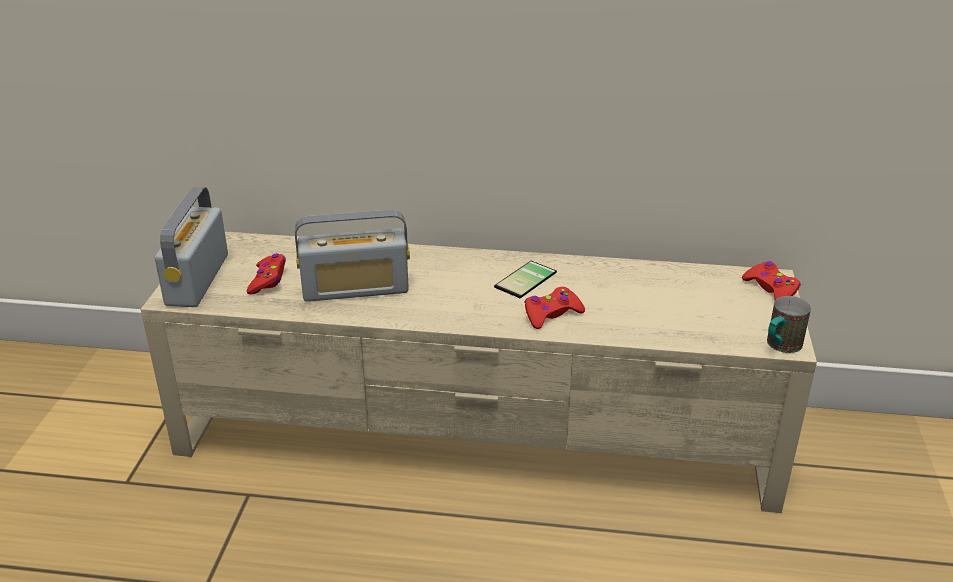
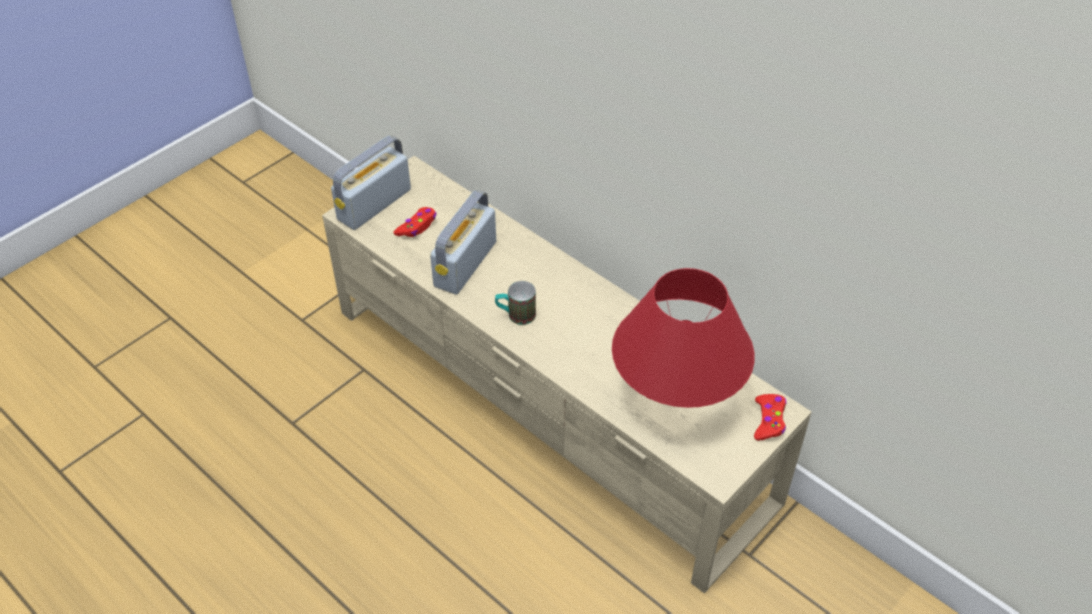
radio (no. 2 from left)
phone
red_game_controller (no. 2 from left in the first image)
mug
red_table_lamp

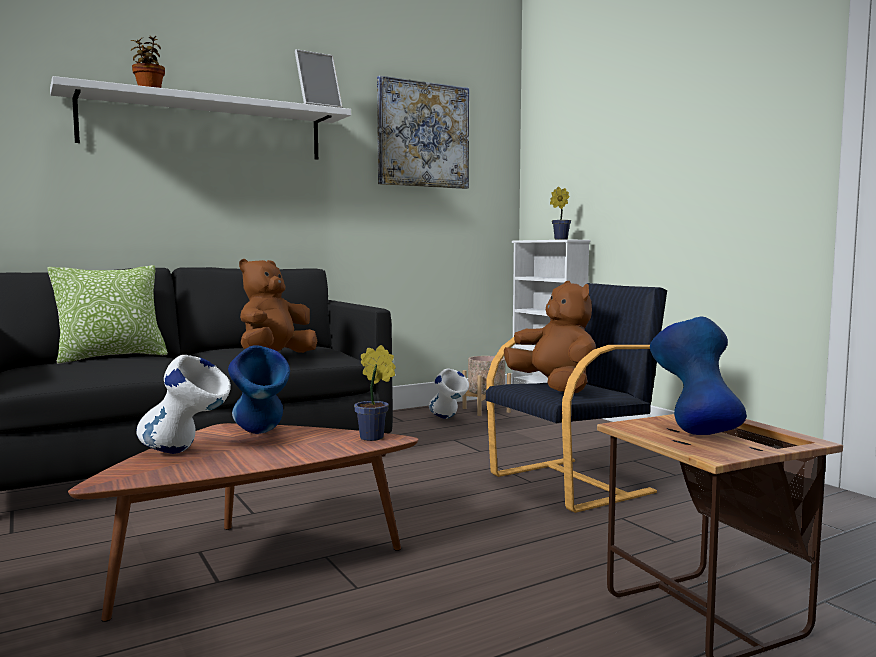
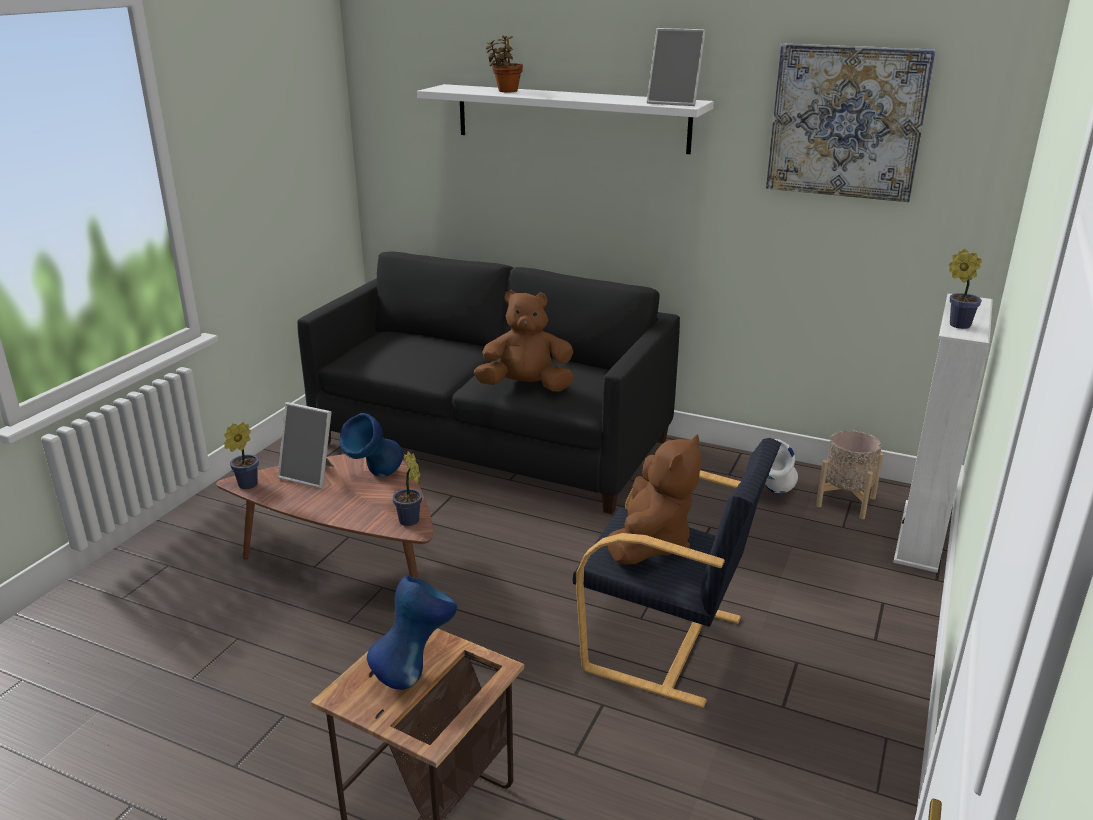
pillow
picture_frame (no. 1 from left)
potted_plant (no. 1 from left)

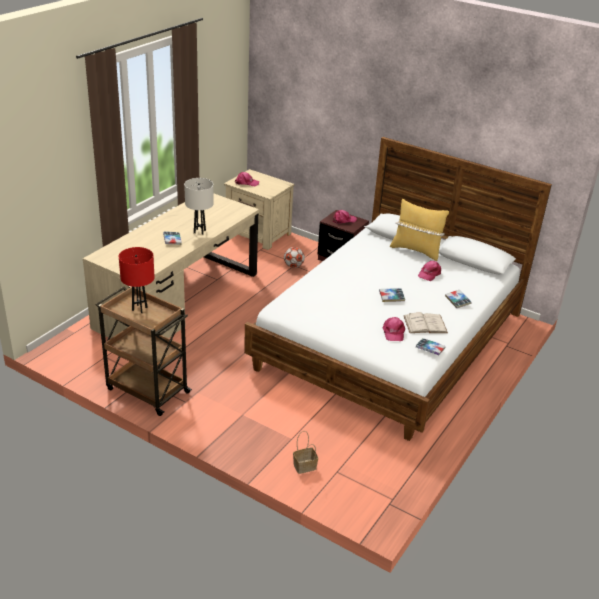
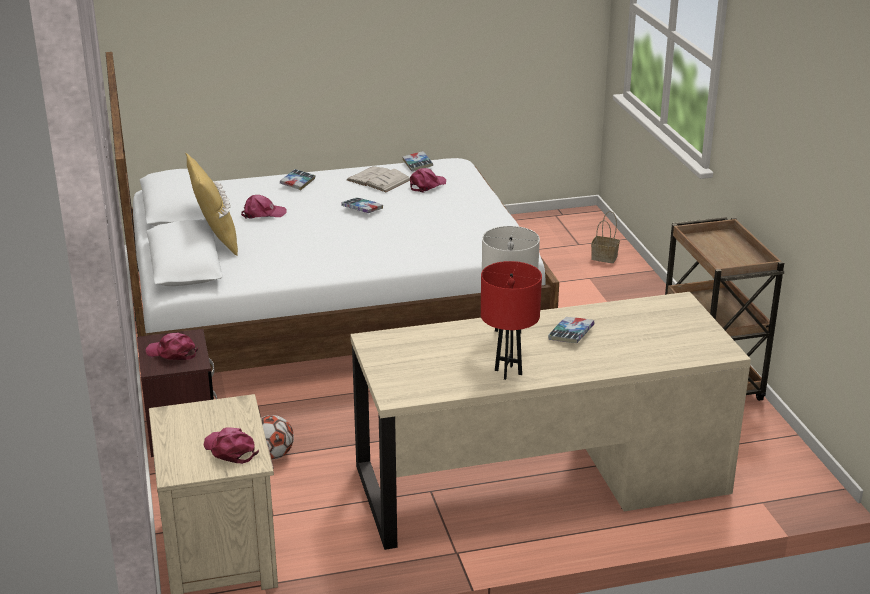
red_table_lamp

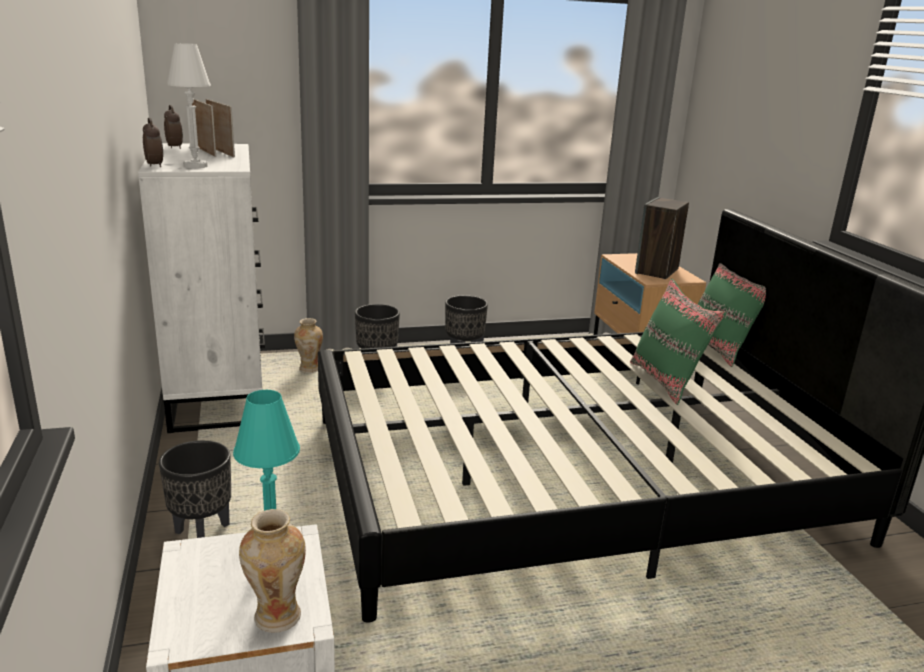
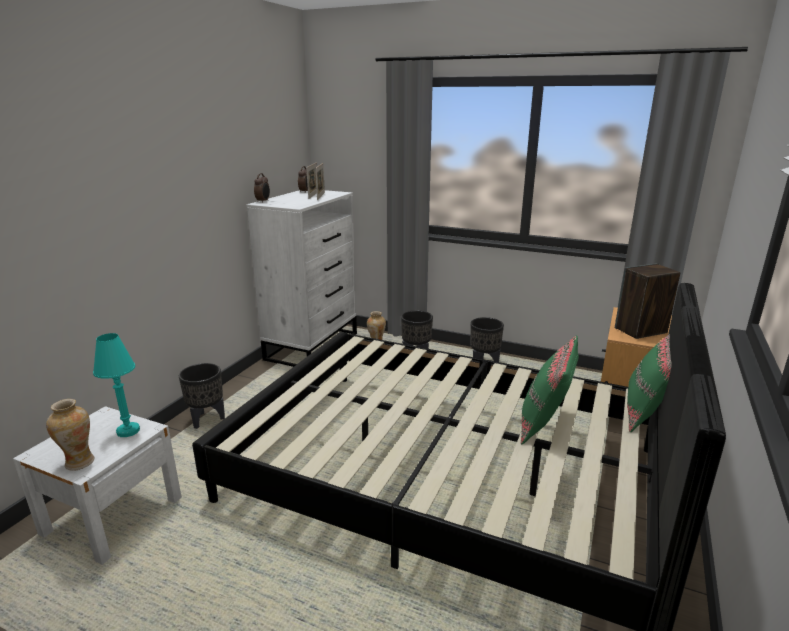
white_table_lamp

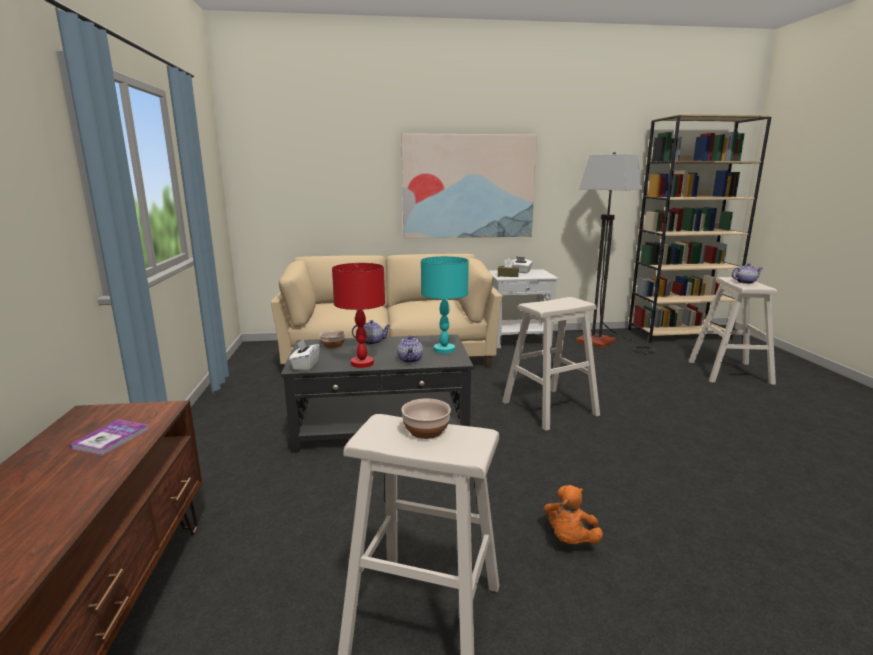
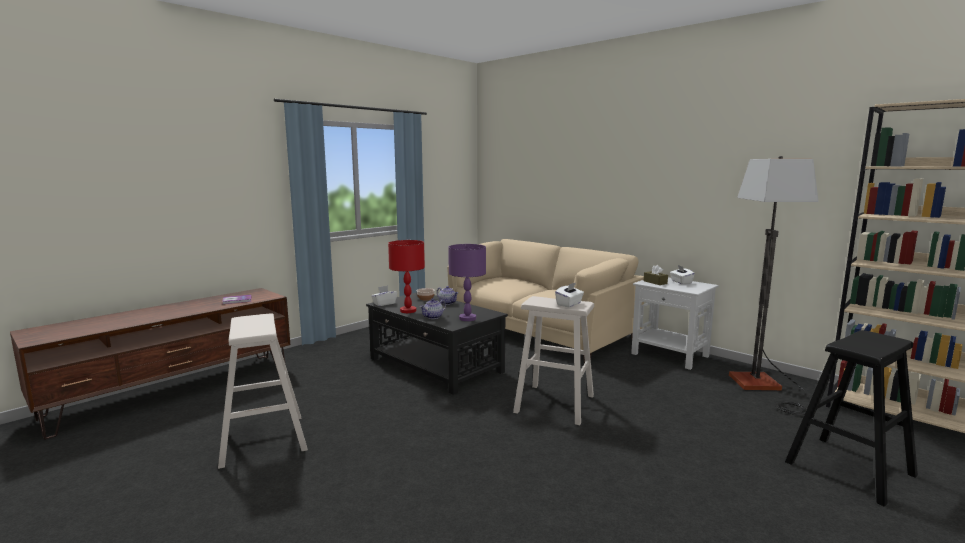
picture
bowl (no. 2 from left in the first image)
purple_table_lamp
orange_plush_toy
black_stool
teapot (no. 3 from left in the first image)
white_tissue_box (no. 2 from left)

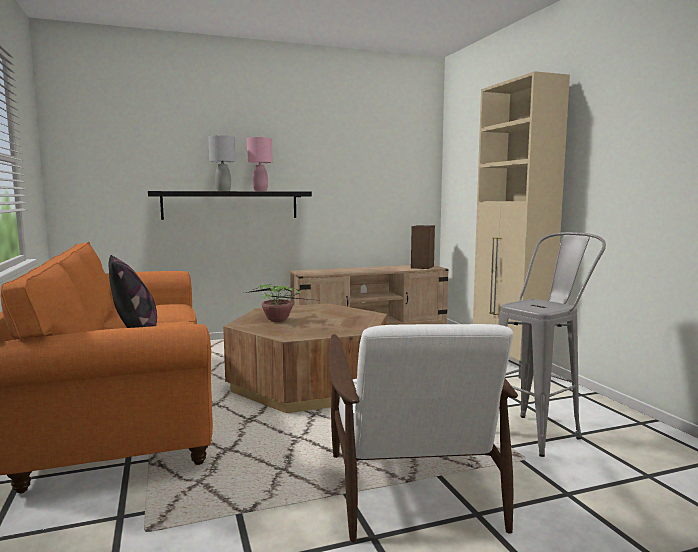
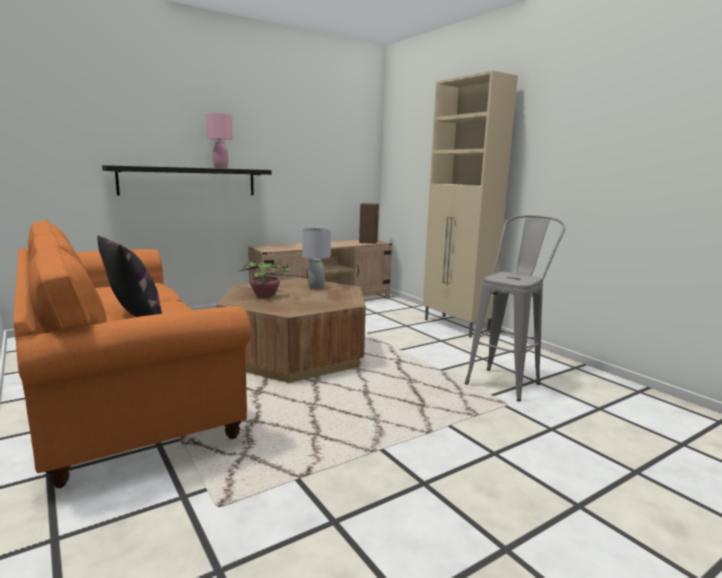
grey_table_lamp
white_armchair

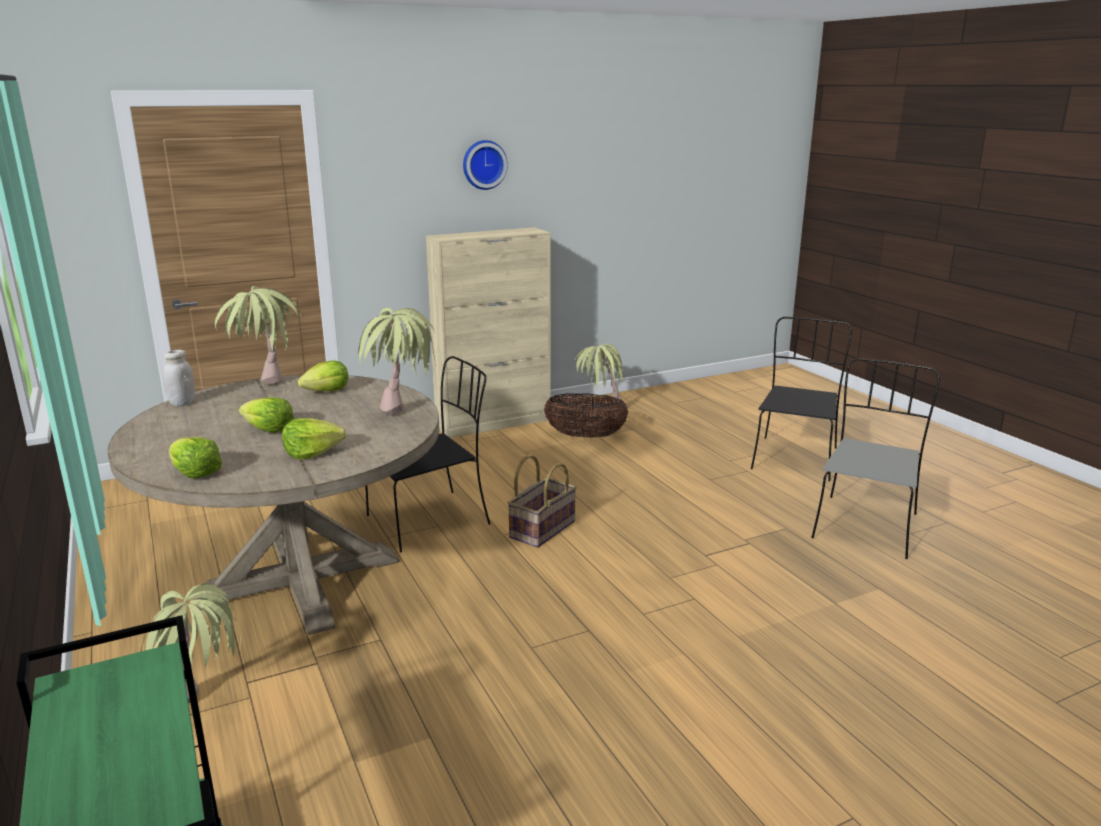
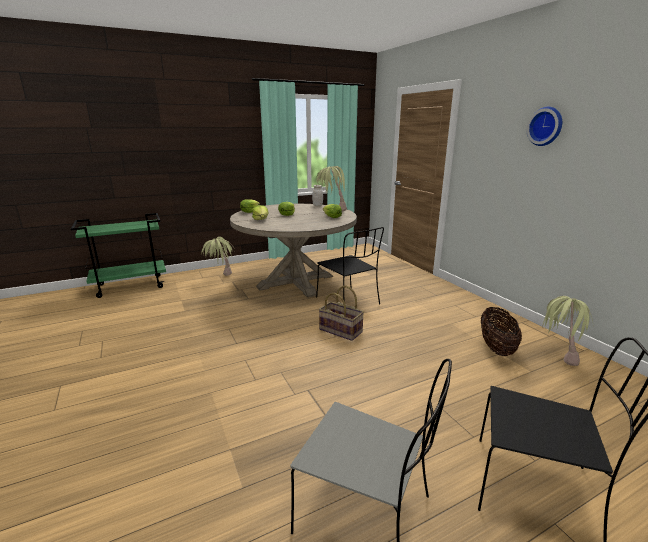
potted_plant (no. 3 from left in the first image)
beige_cabinet

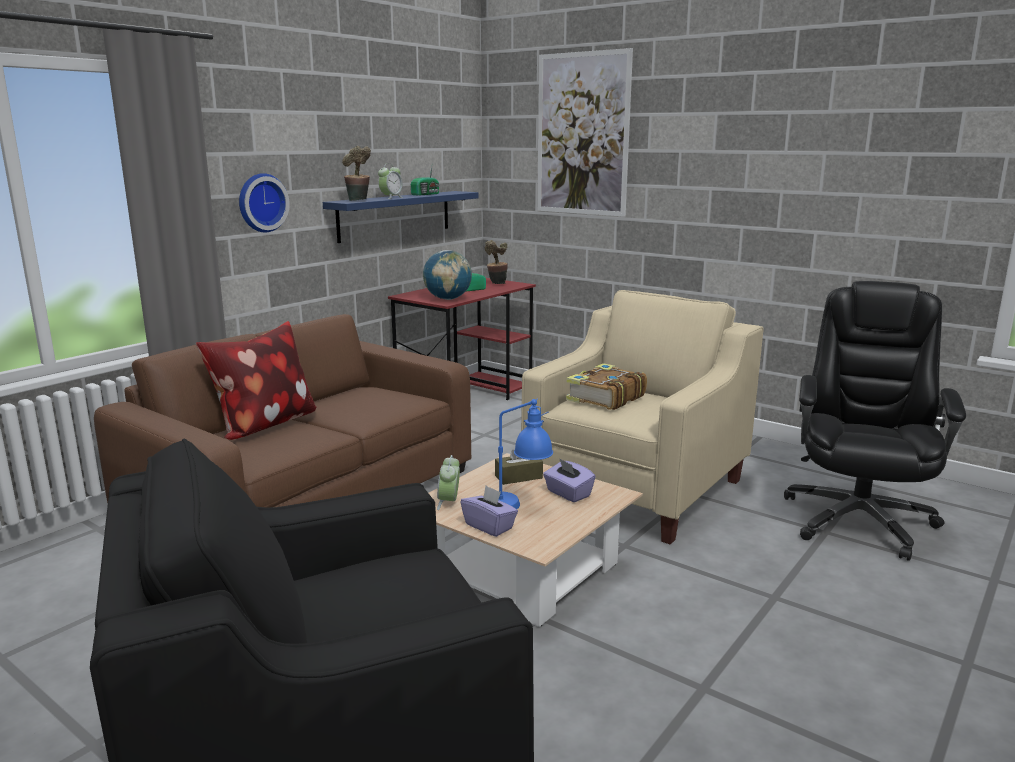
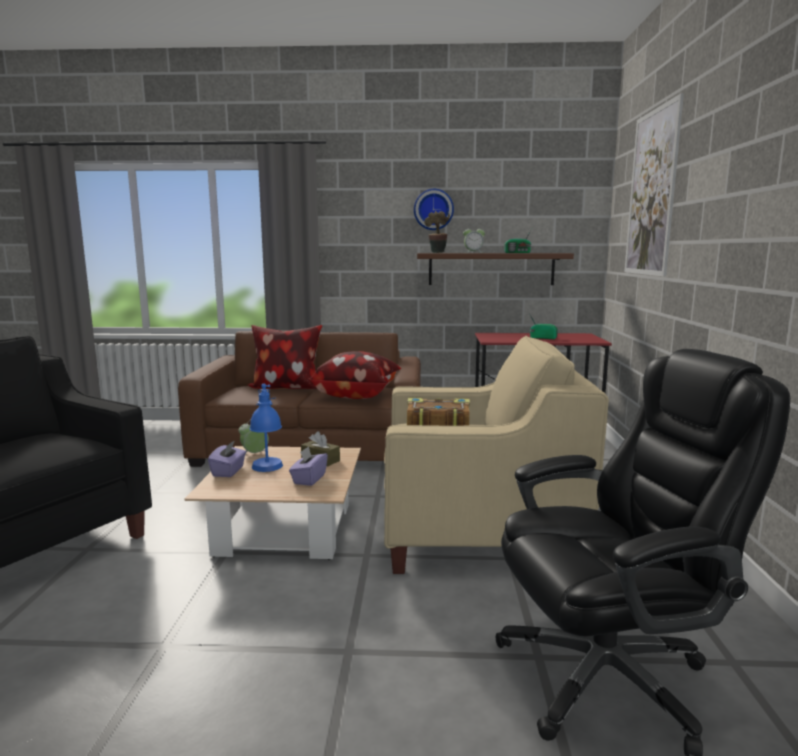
wall_clock
brown_shelf
globe
potted_plant (no. 2 from left in the first image)
pillow (no. 2 from left)

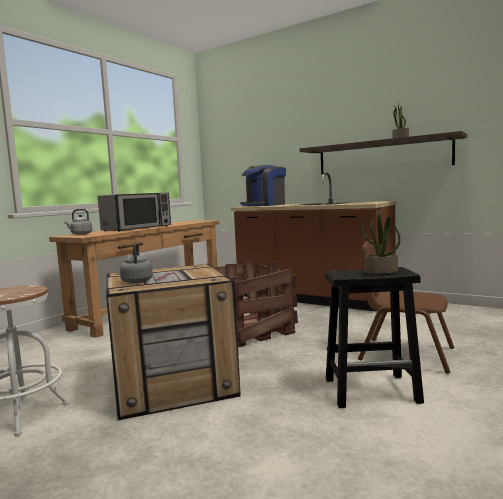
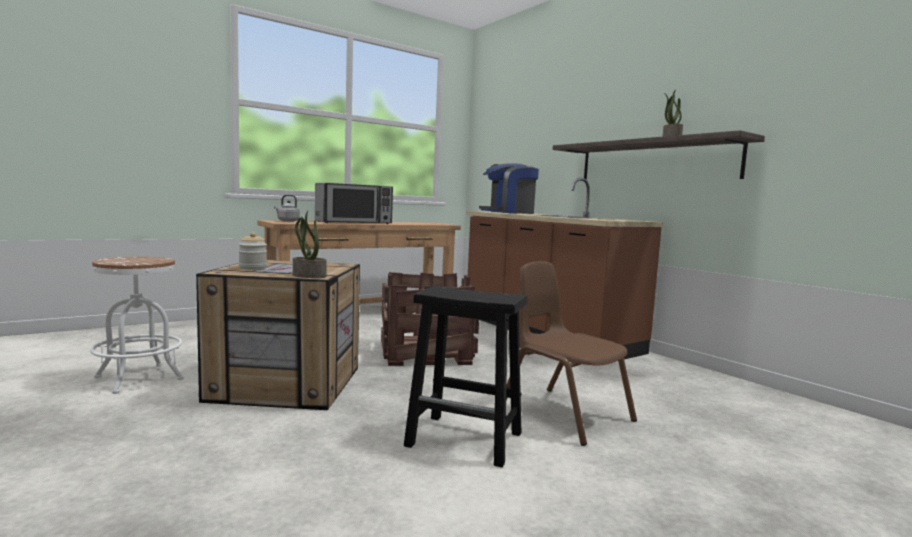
jar
potted_plant (no. 1 from left)

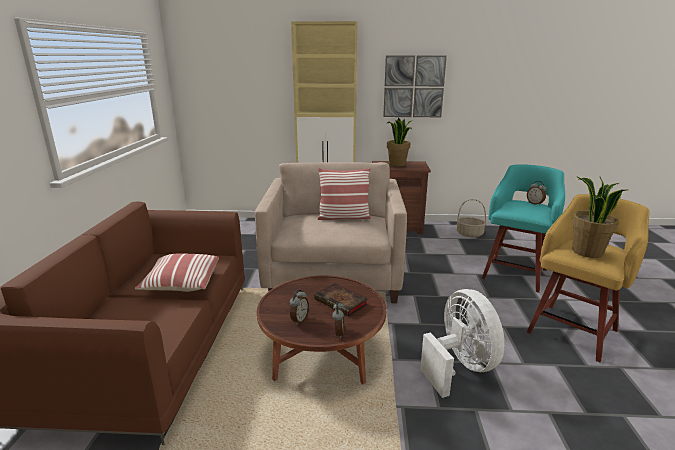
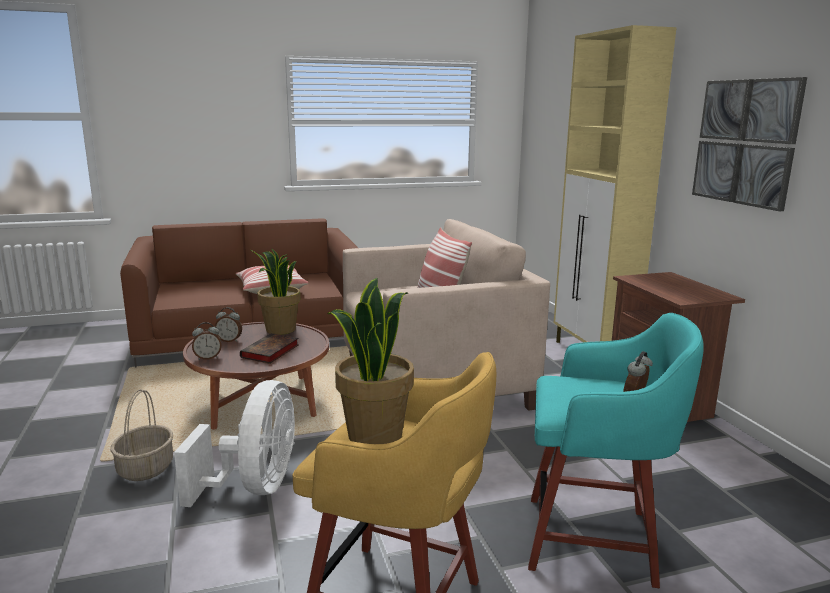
potted_plant (no. 1 from left)
white_fan
basket

